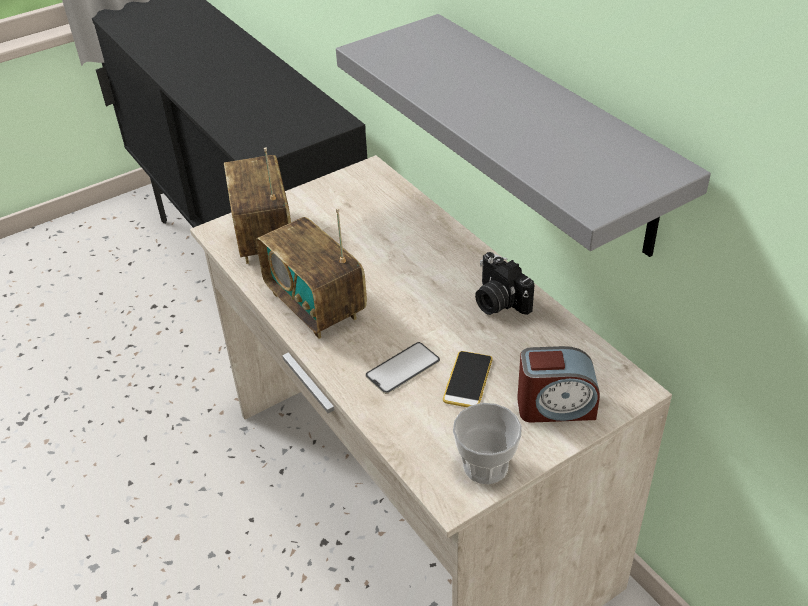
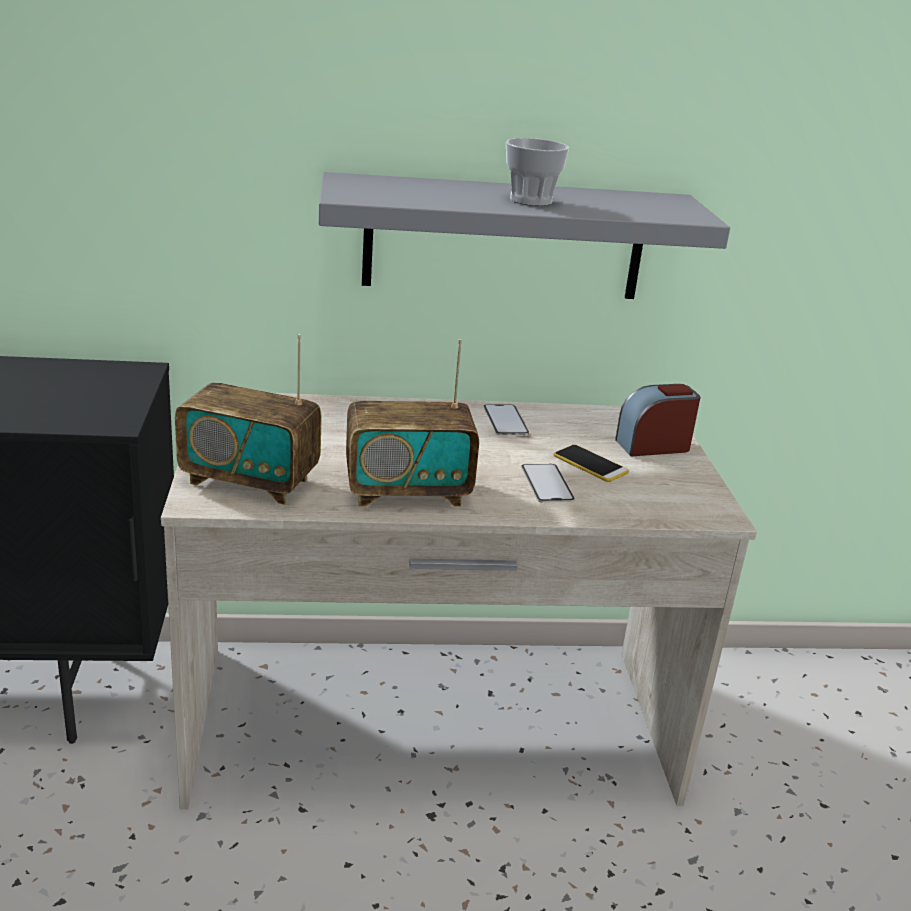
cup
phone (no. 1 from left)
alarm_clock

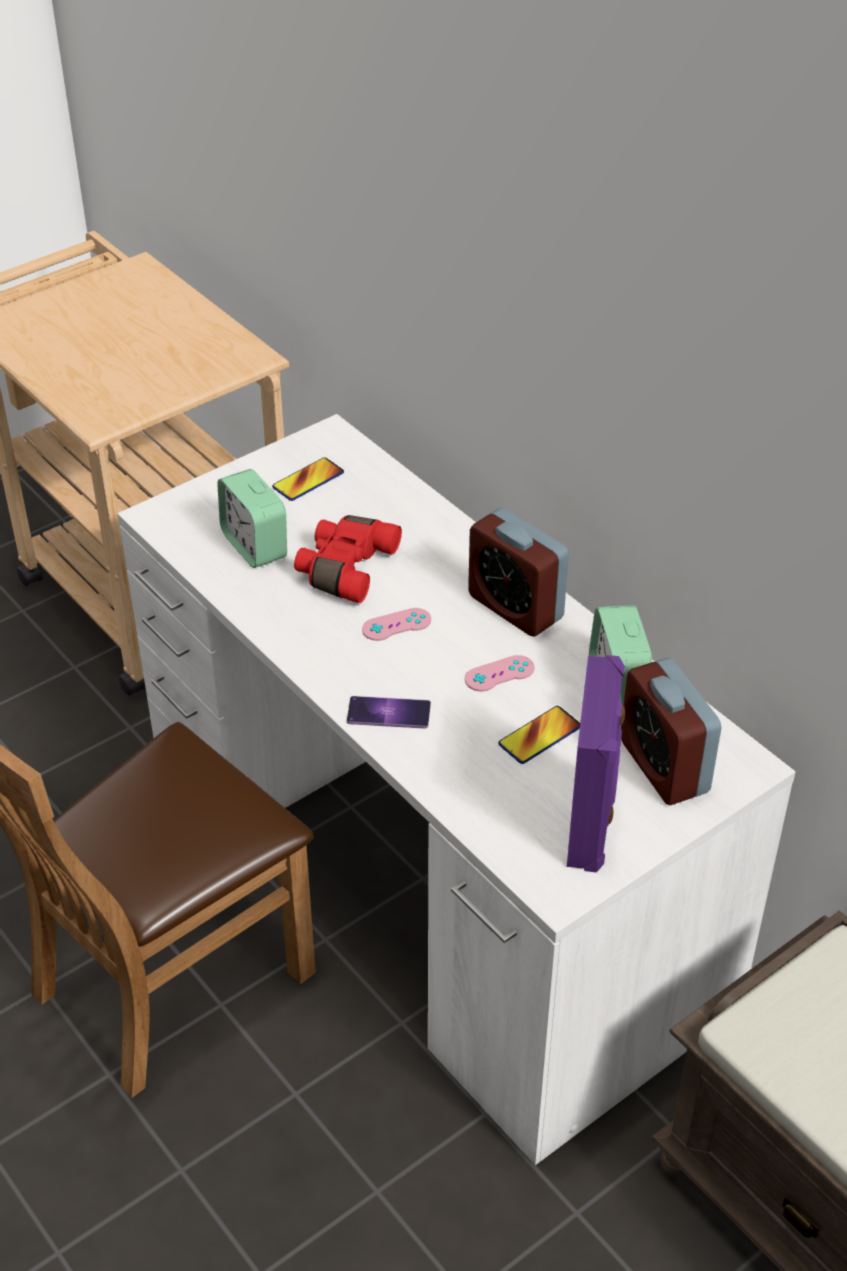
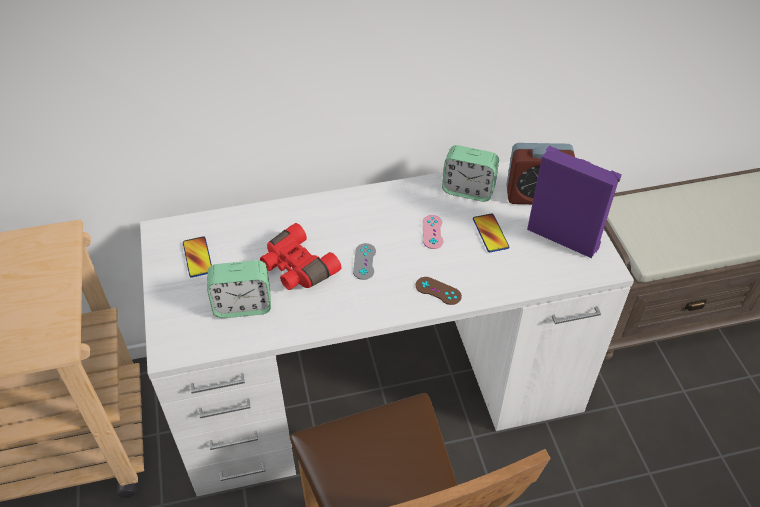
brown_game_controller
grey_game_controller
alarm_clock (no. 2 from left in the first image)

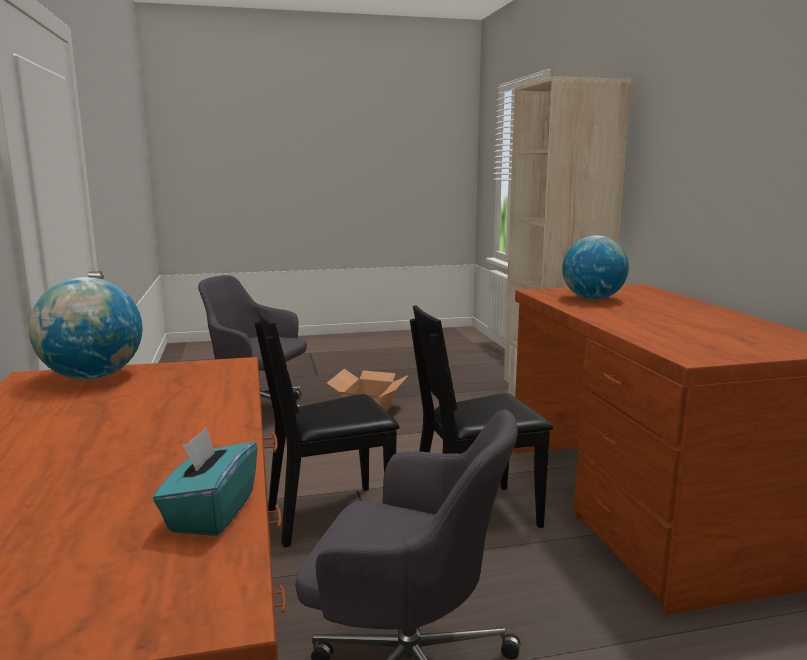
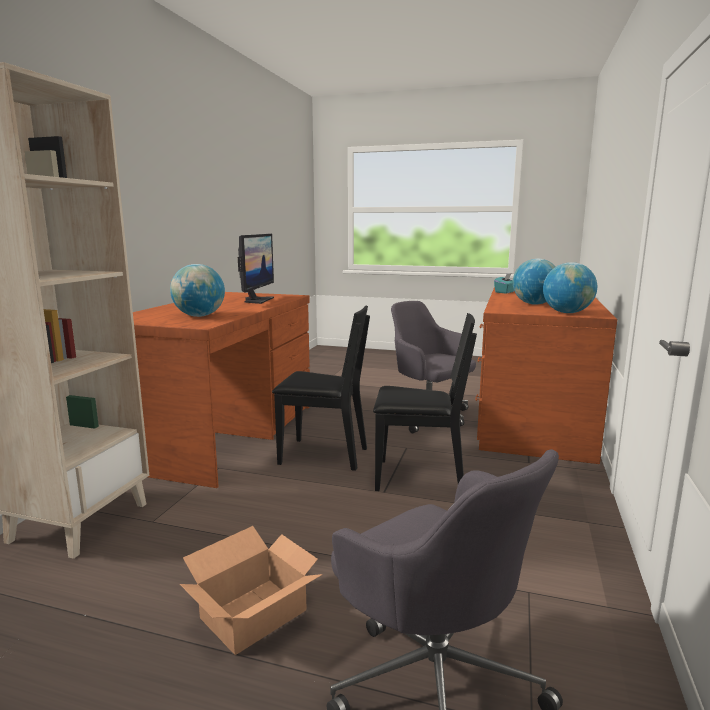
monitor
globe (no. 2 from left)

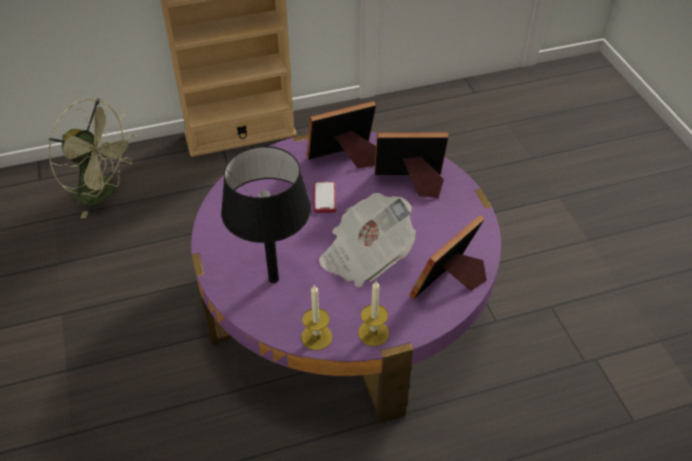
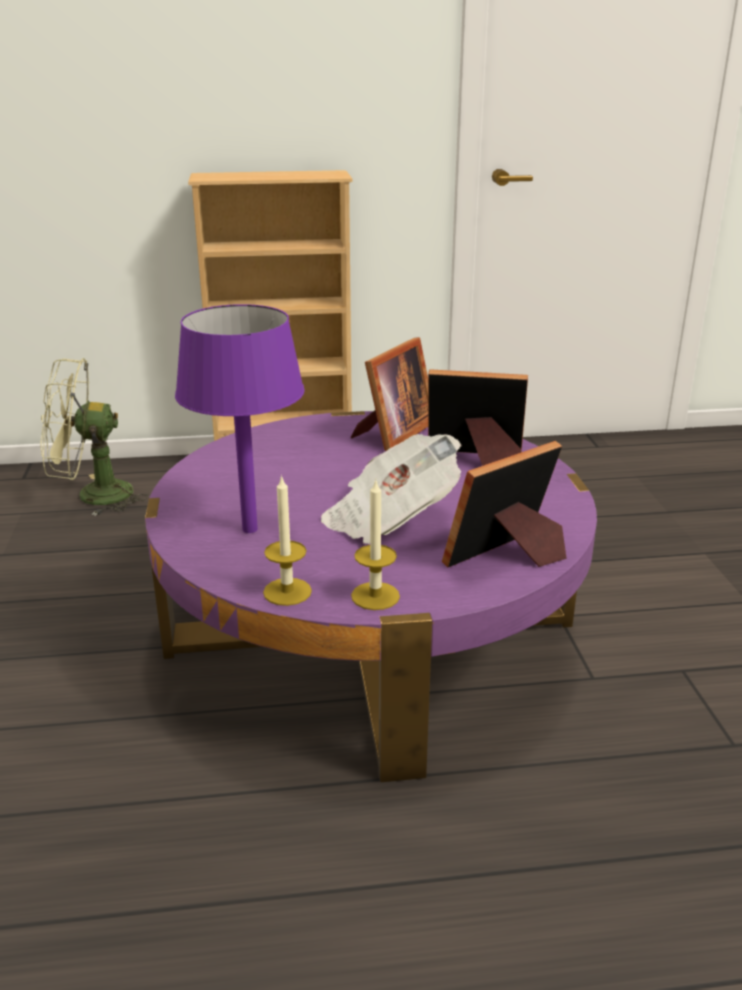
green_fan
purple_table_lamp
picture_frame (no. 1 from left)
phone

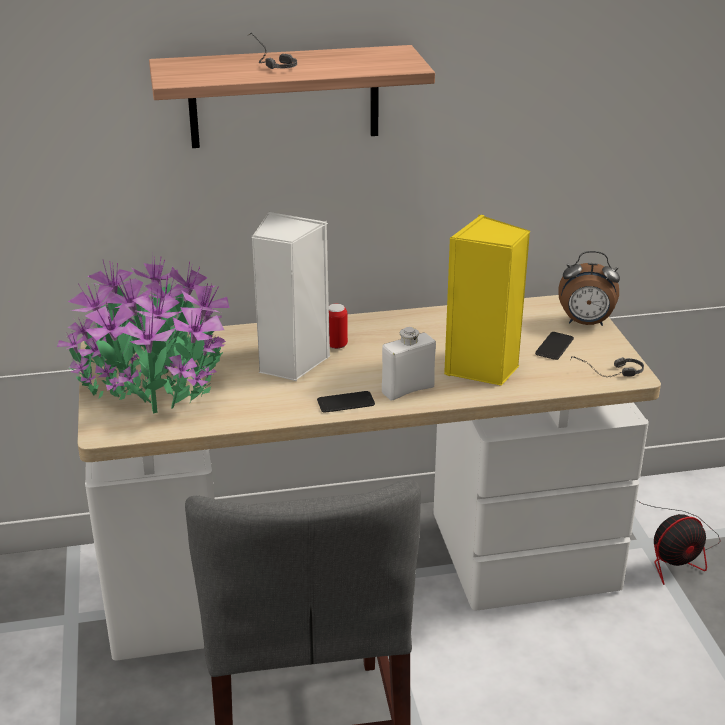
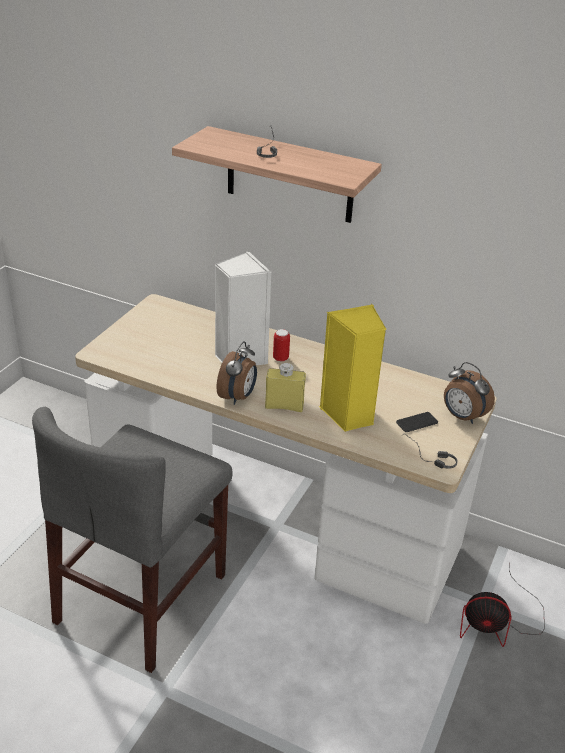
potted_plant
alarm_clock (no. 1 from left)
yellow_bottle

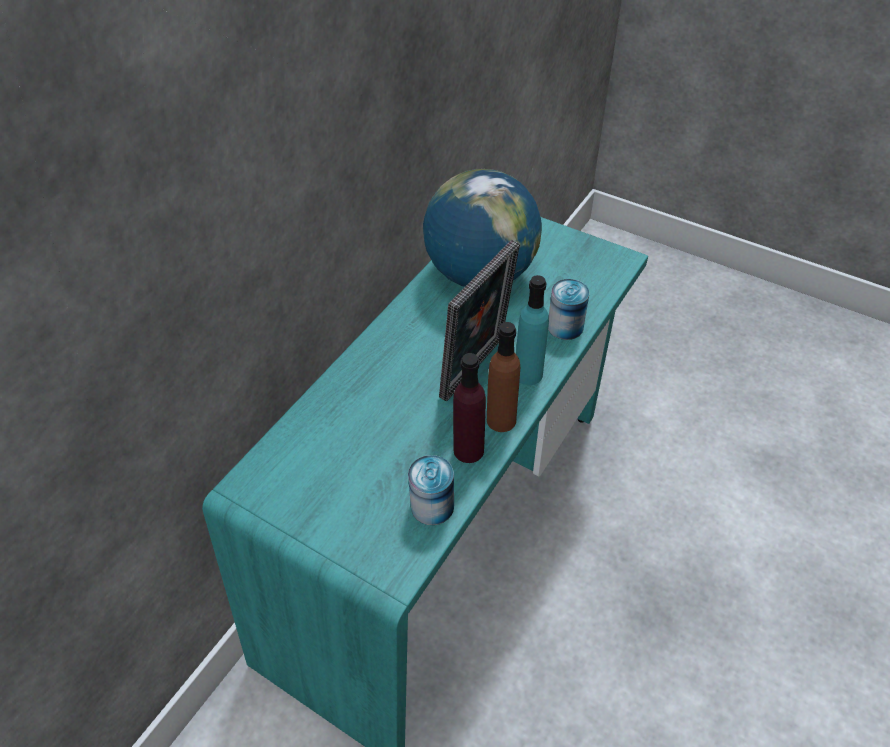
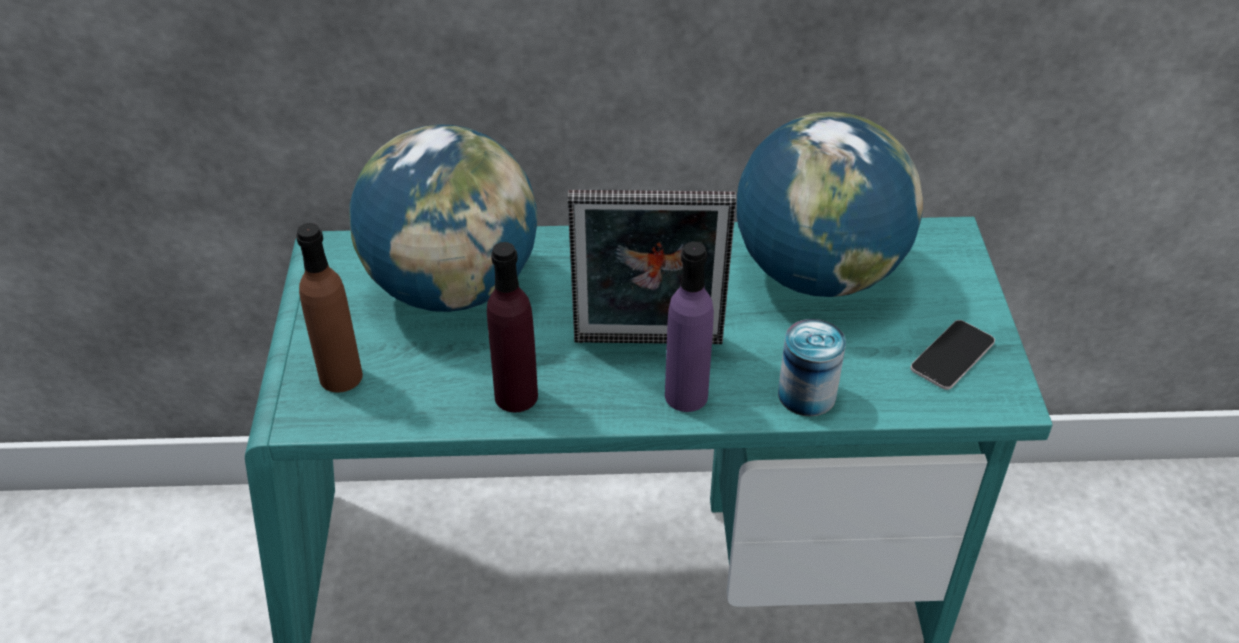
can (no. 1 from left in the first image)
brown_bottle
purple_bottle (no. 2 from left)
globe (no. 1 from left)
phone

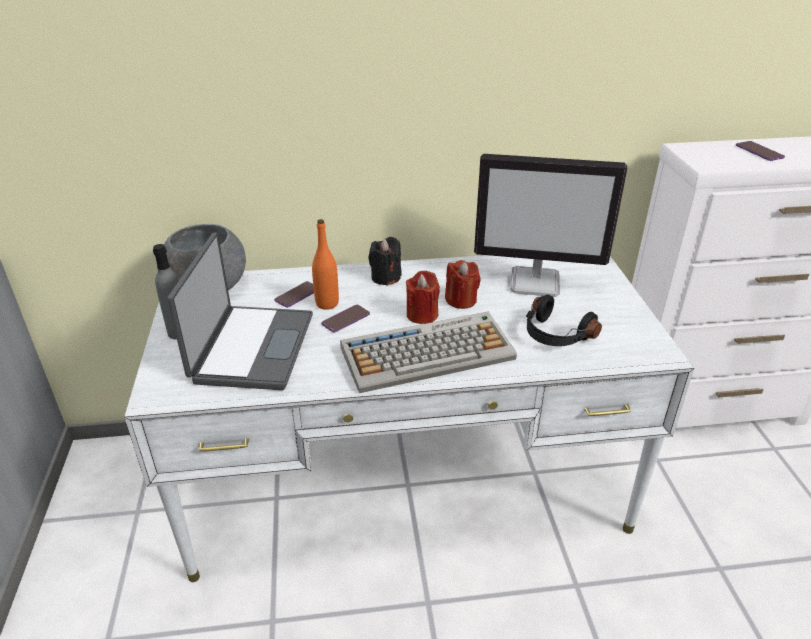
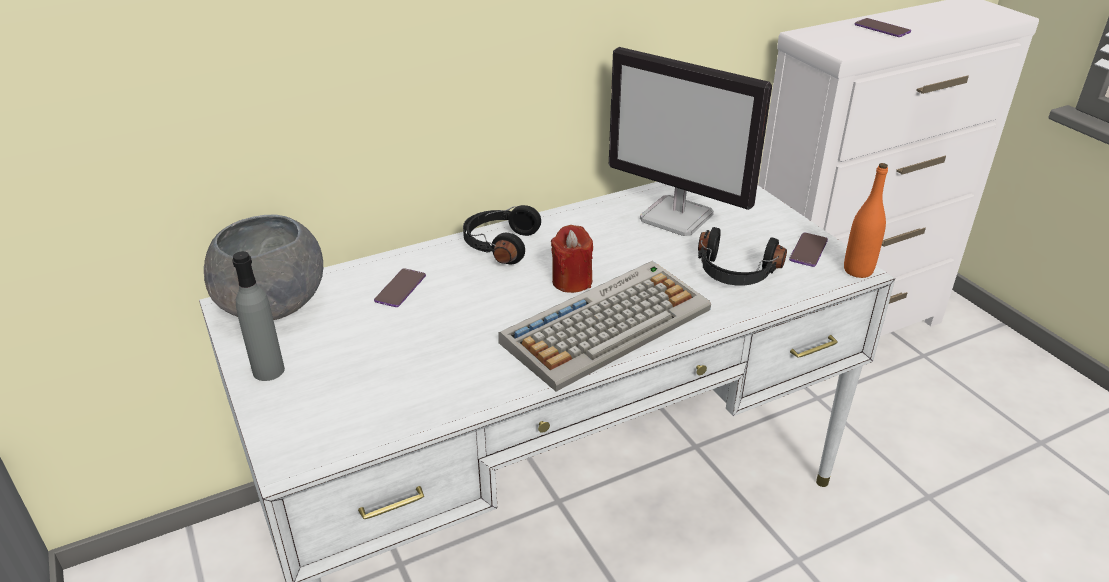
laptop
orange_bottle
phone (no. 2 from left)
black_headphones (no. 1 from left)
red_candle (no. 2 from left in the first image)
monitor

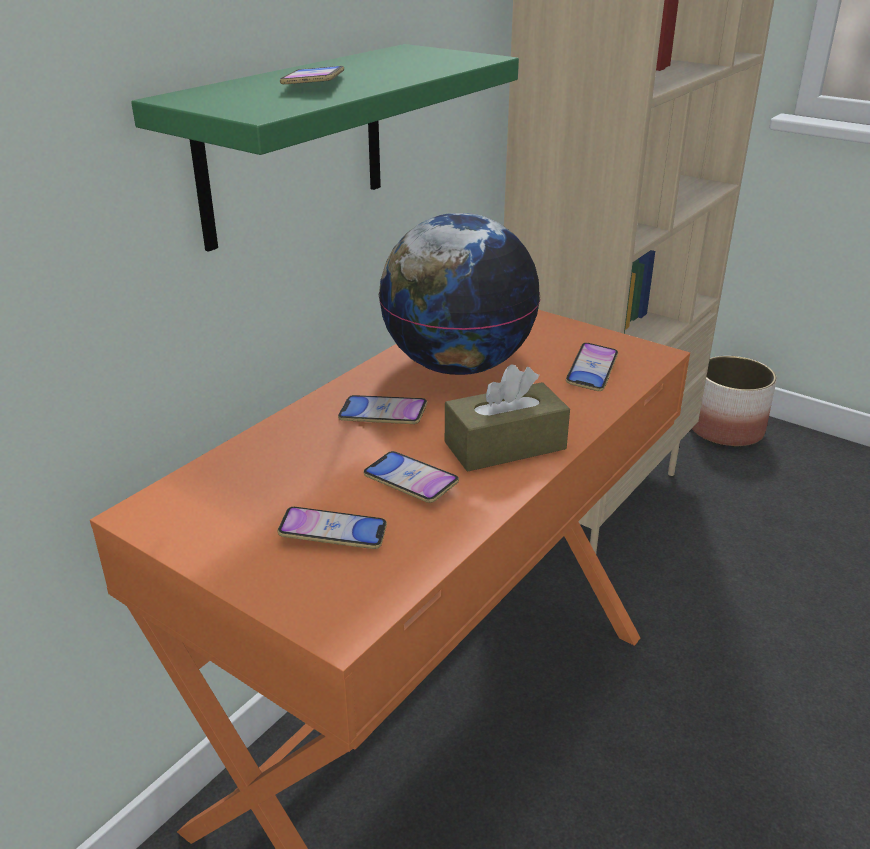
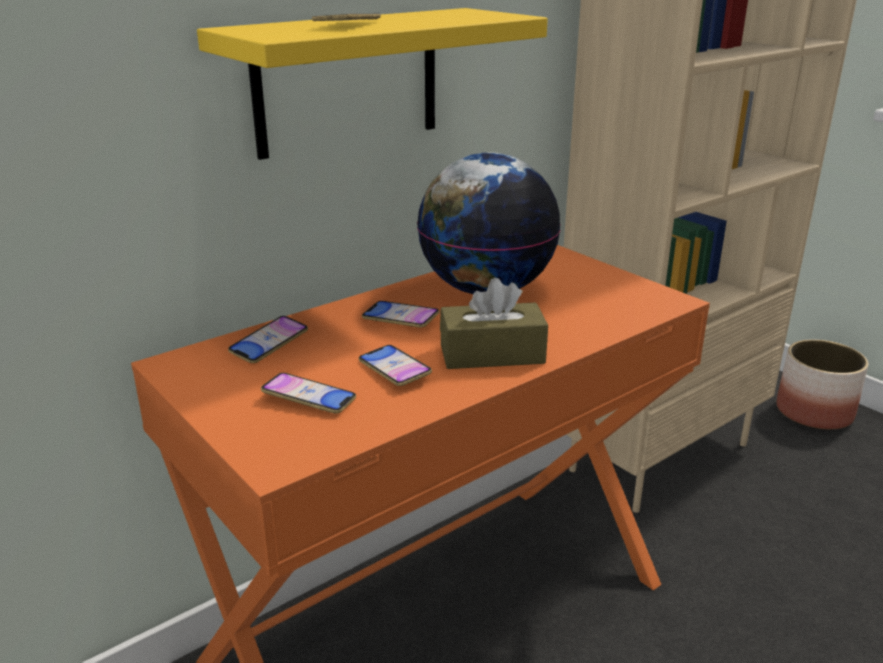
yellow_shelf
phone (no. 1 from left)

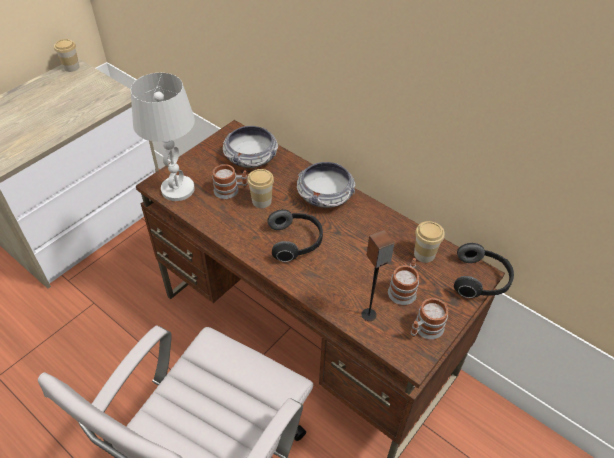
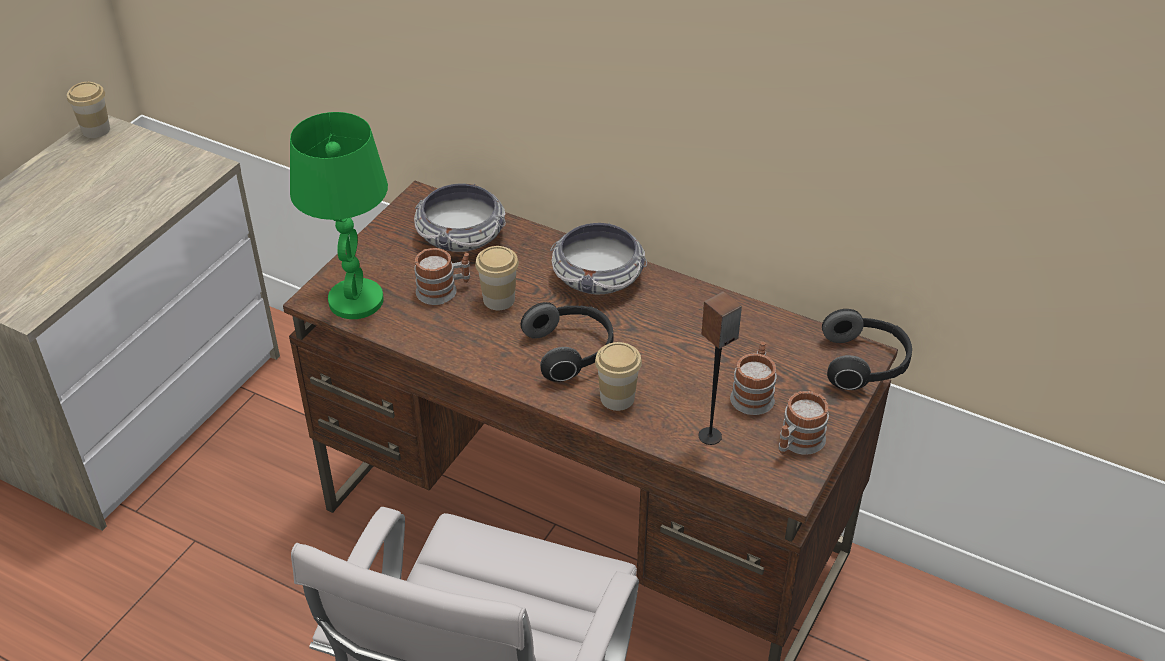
green_table_lamp
cup (no. 3 from left)

